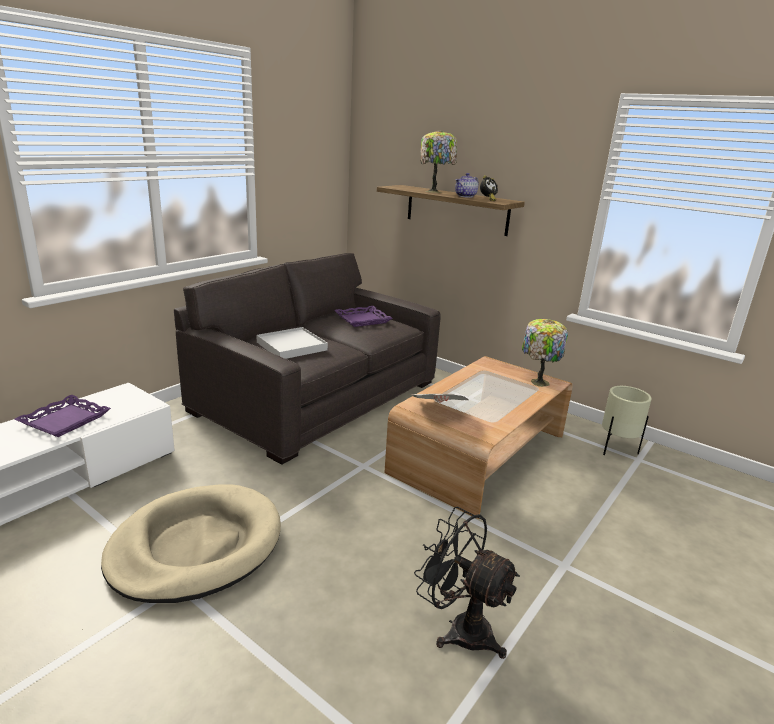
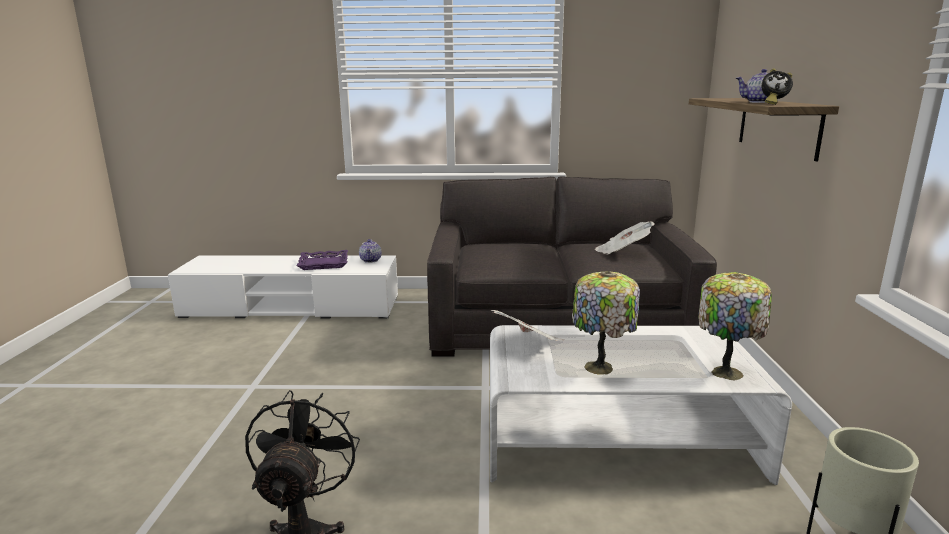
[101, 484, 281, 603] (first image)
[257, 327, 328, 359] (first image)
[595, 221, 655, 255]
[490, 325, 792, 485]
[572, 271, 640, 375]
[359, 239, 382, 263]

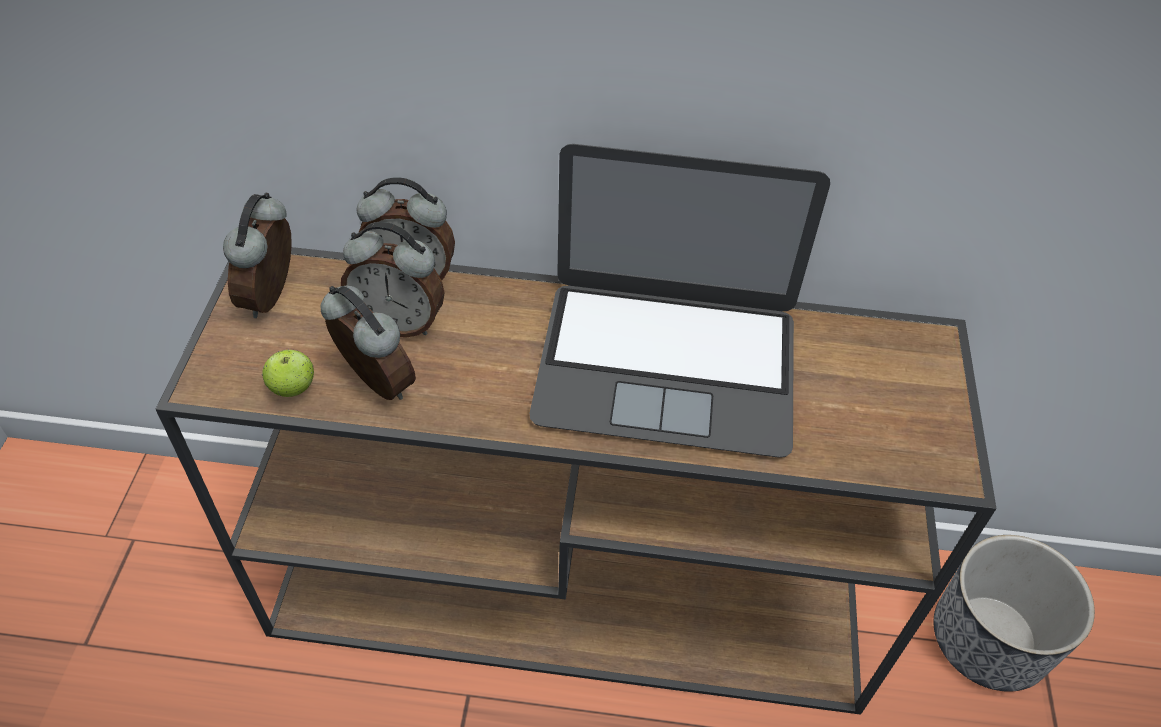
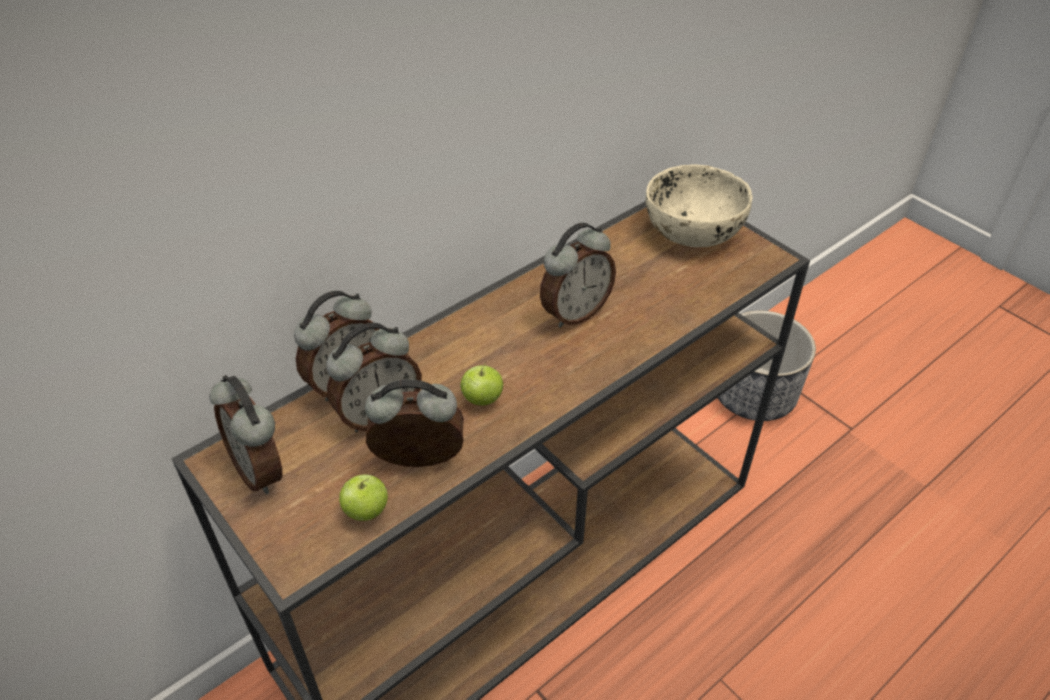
[540, 223, 616, 328]
[460, 364, 503, 406]
[646, 165, 752, 247]

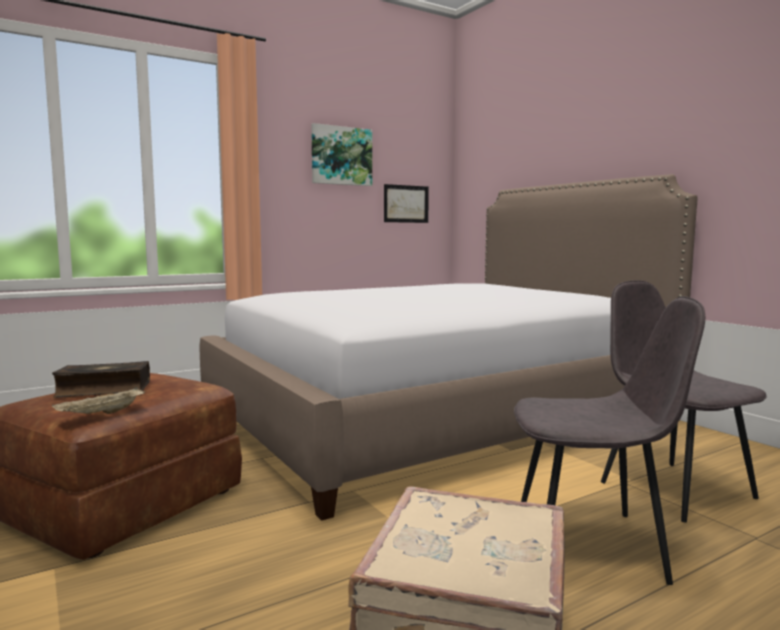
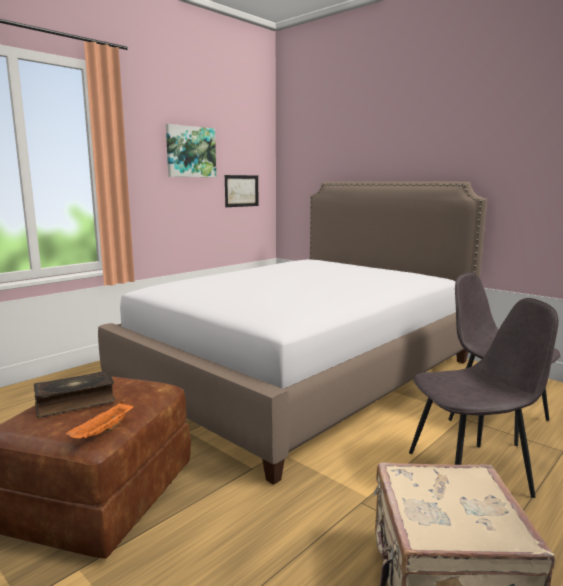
[66, 401, 134, 439]

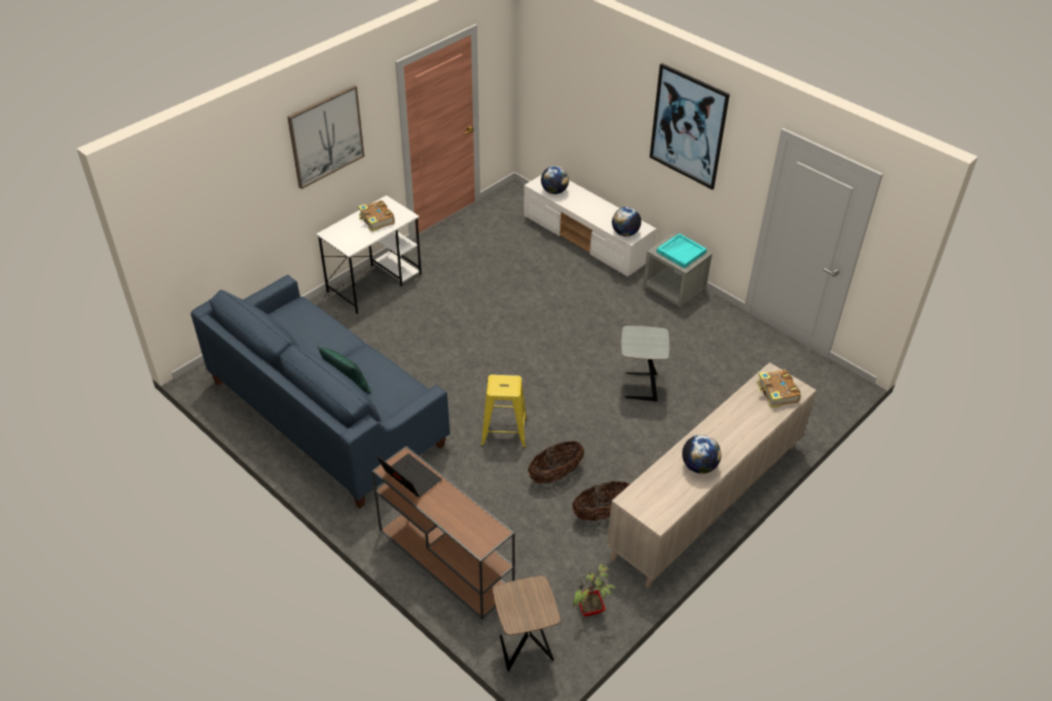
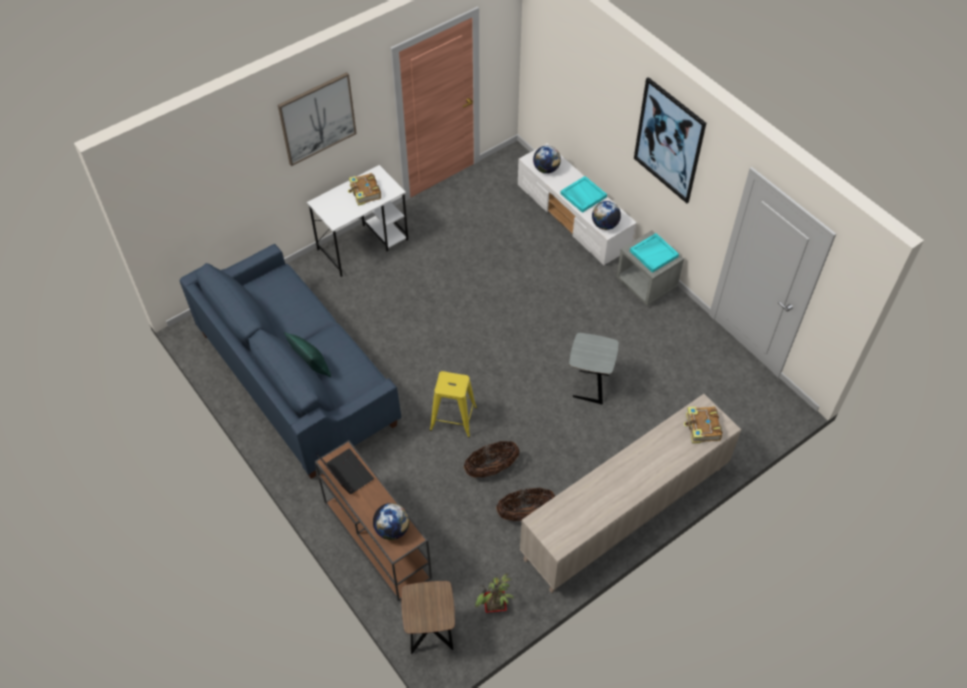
[373, 503, 410, 540]
[560, 176, 607, 213]

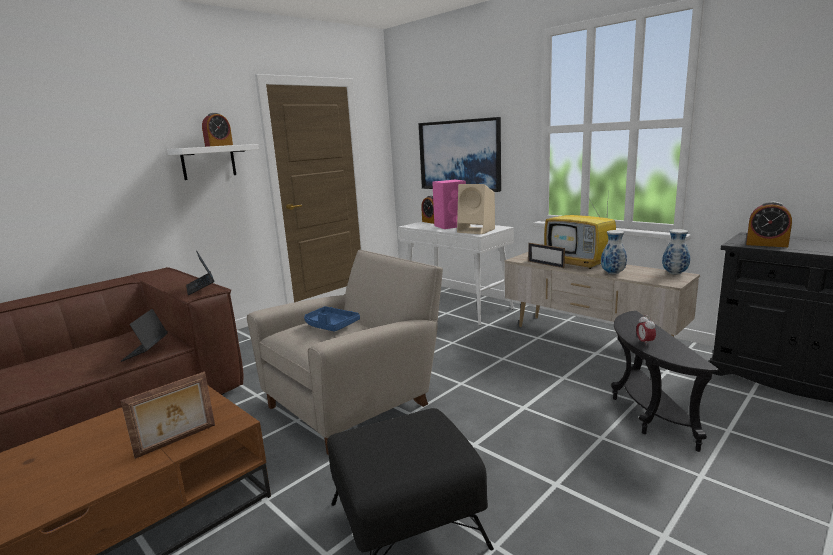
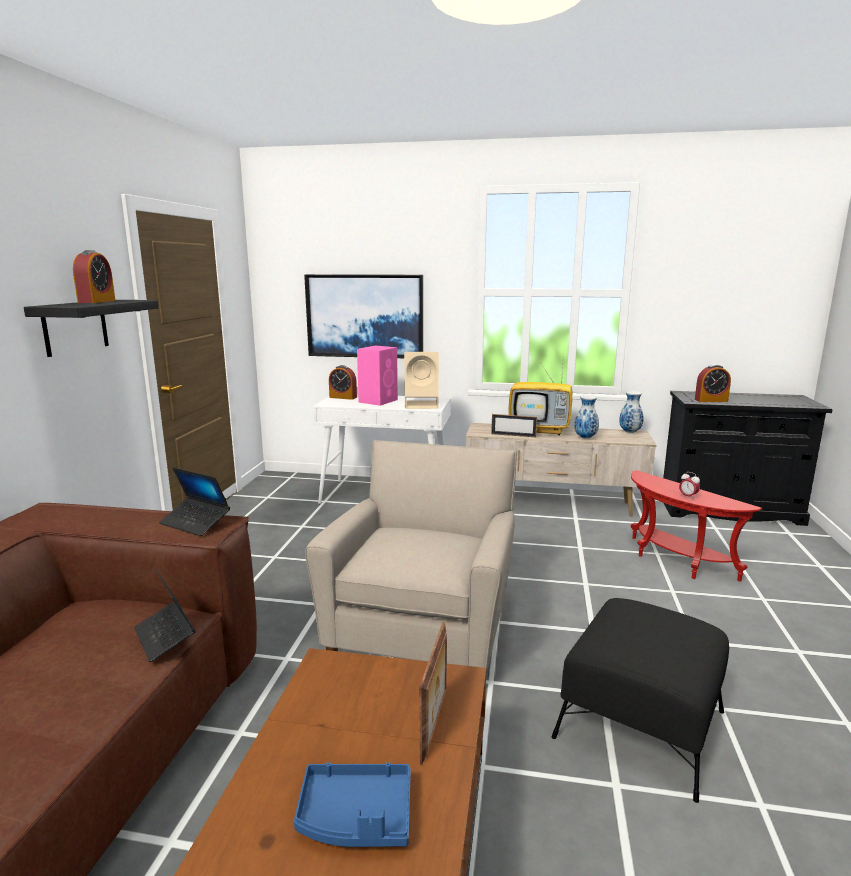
[24, 300, 159, 357]
[294, 763, 411, 847]
[630, 470, 762, 582]

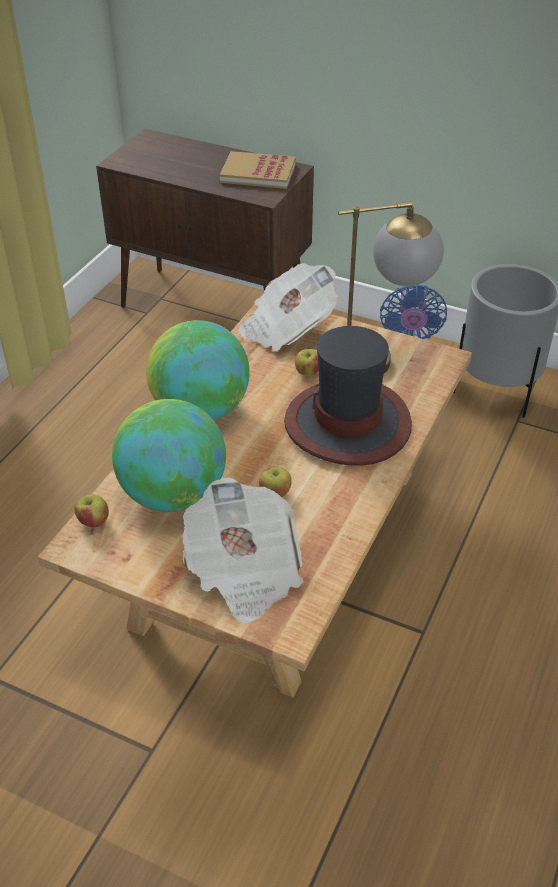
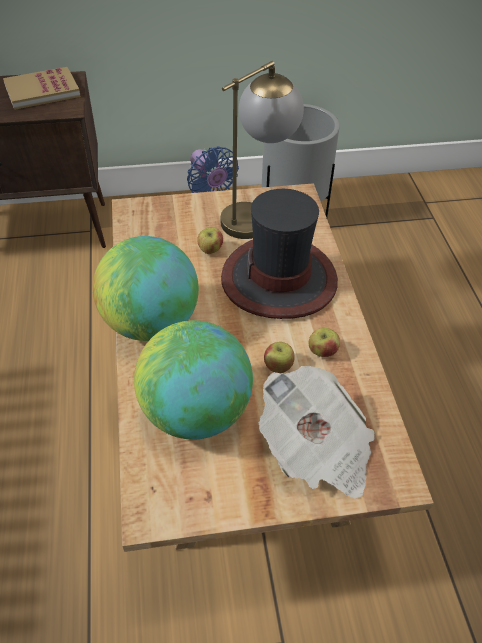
[308, 328, 340, 357]
[238, 263, 338, 351] (first image)

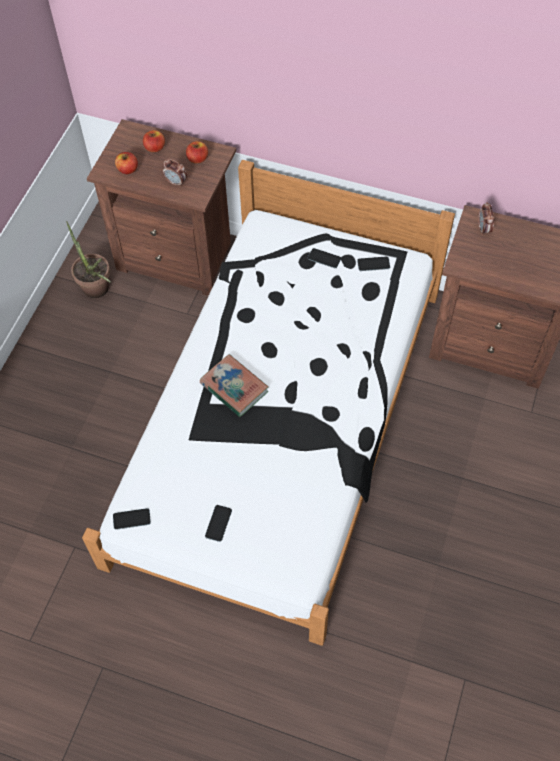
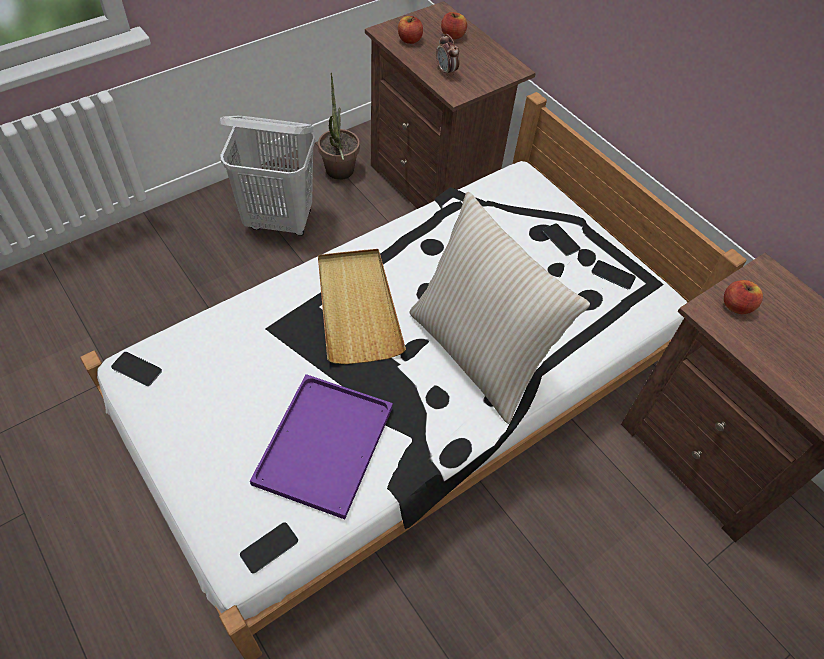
[724, 280, 763, 314]
[318, 249, 406, 364]
[240, 522, 298, 573]
[478, 202, 495, 235] (first image)
[219, 116, 315, 236]
[250, 374, 393, 519]
[410, 192, 590, 424]

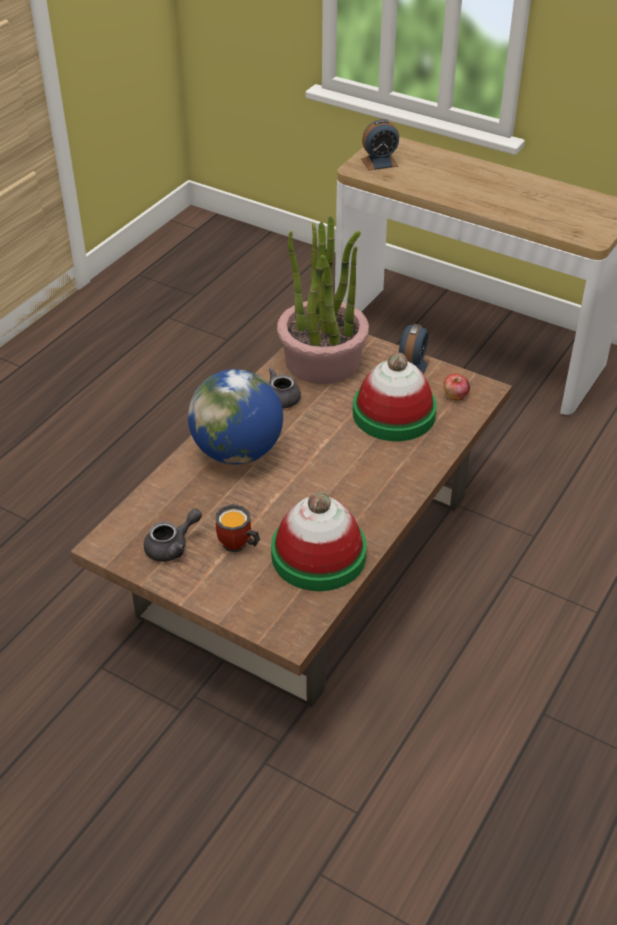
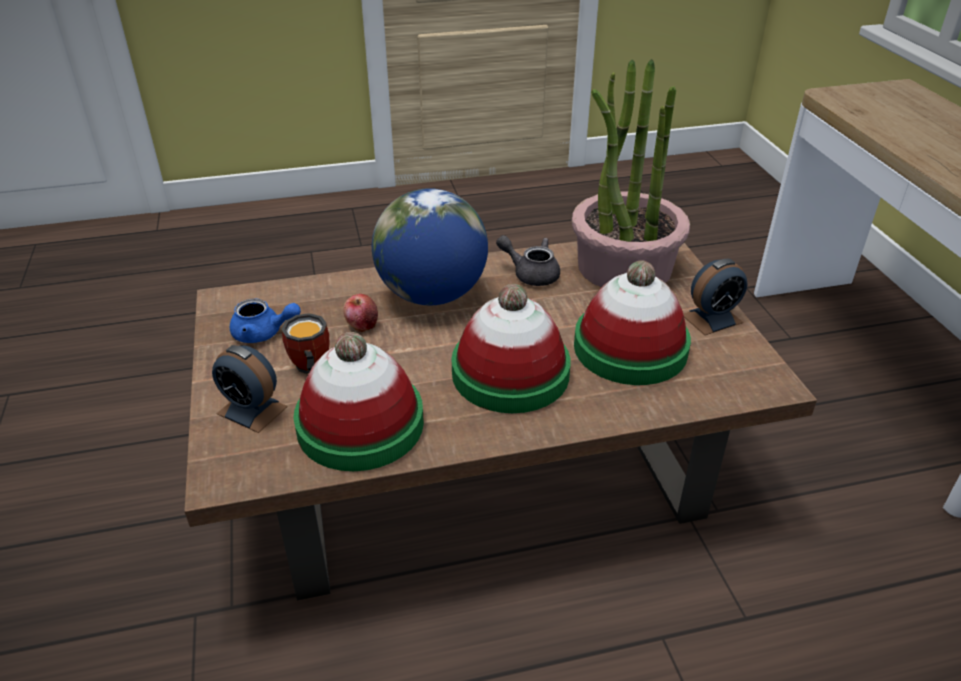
[230, 299, 301, 343]
[212, 345, 288, 433]
[343, 294, 378, 332]
[452, 284, 571, 413]

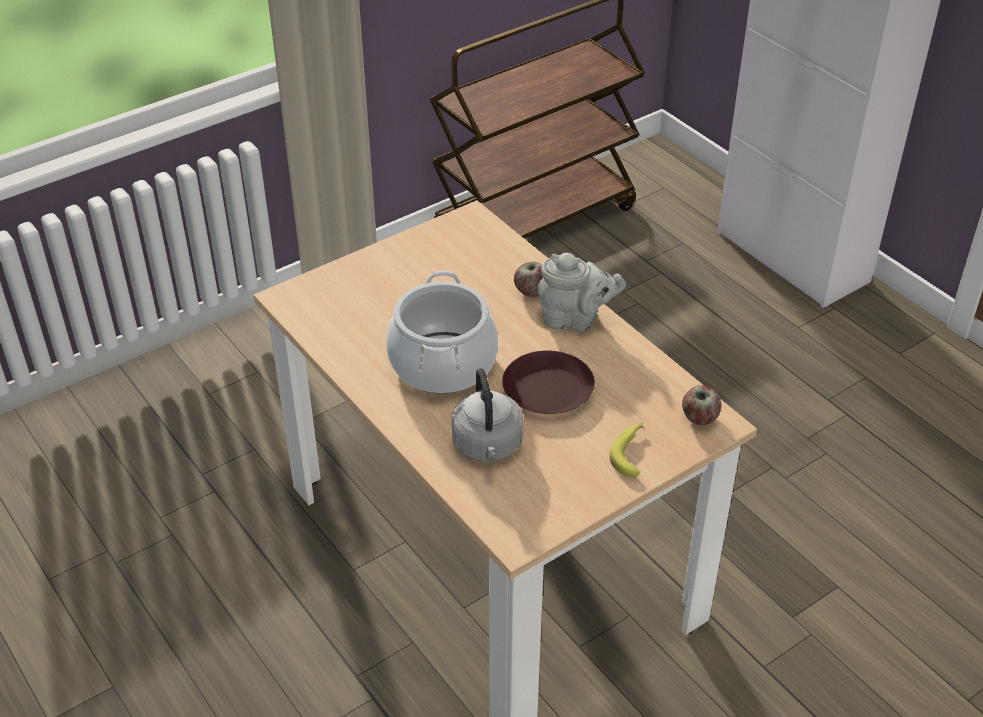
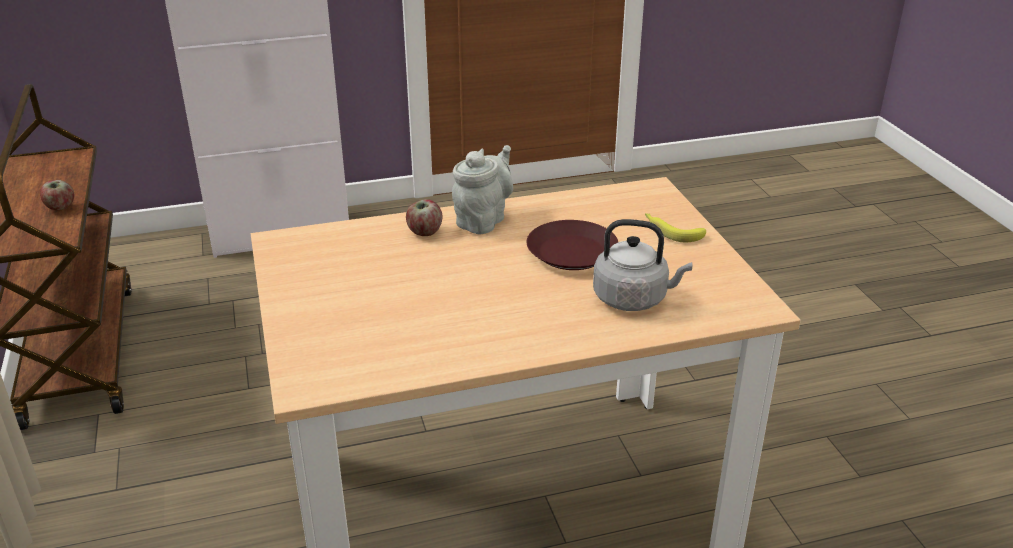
[386, 271, 498, 394] (first image)
[40, 180, 74, 210]

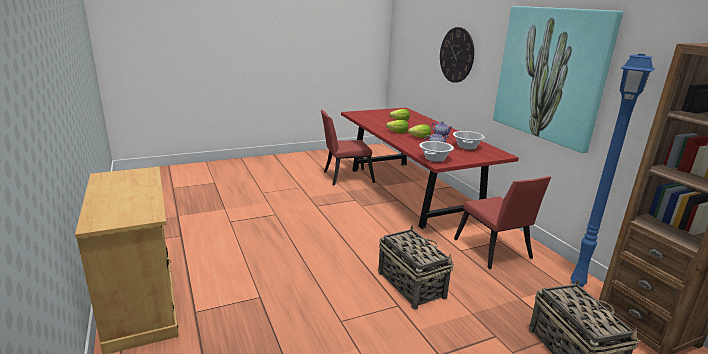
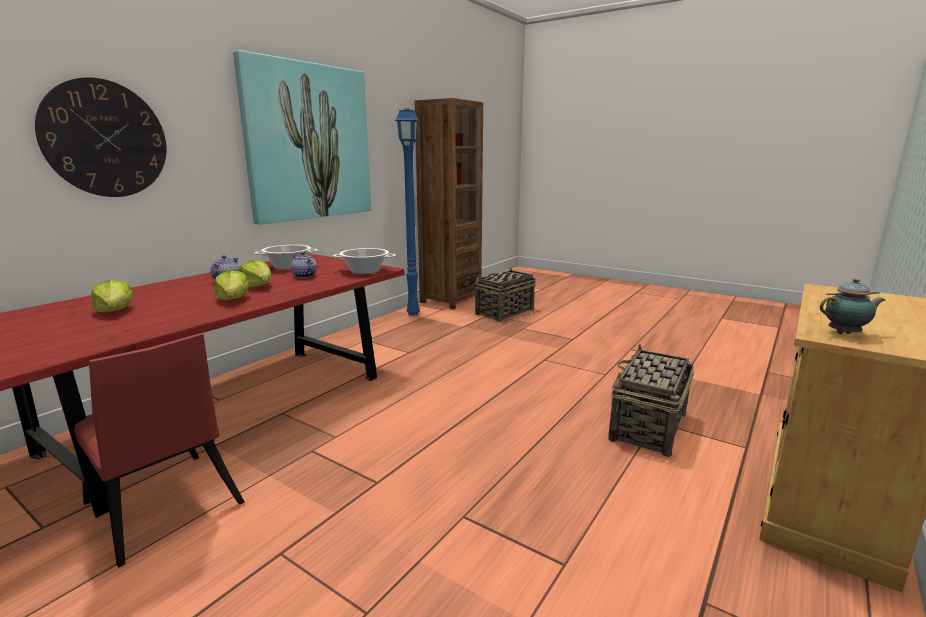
[608, 344, 694, 457]
[454, 176, 551, 269] (first image)
[820, 278, 885, 334]

